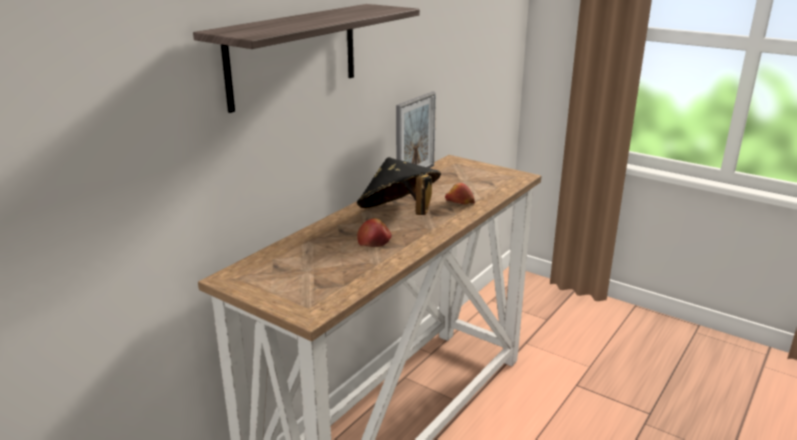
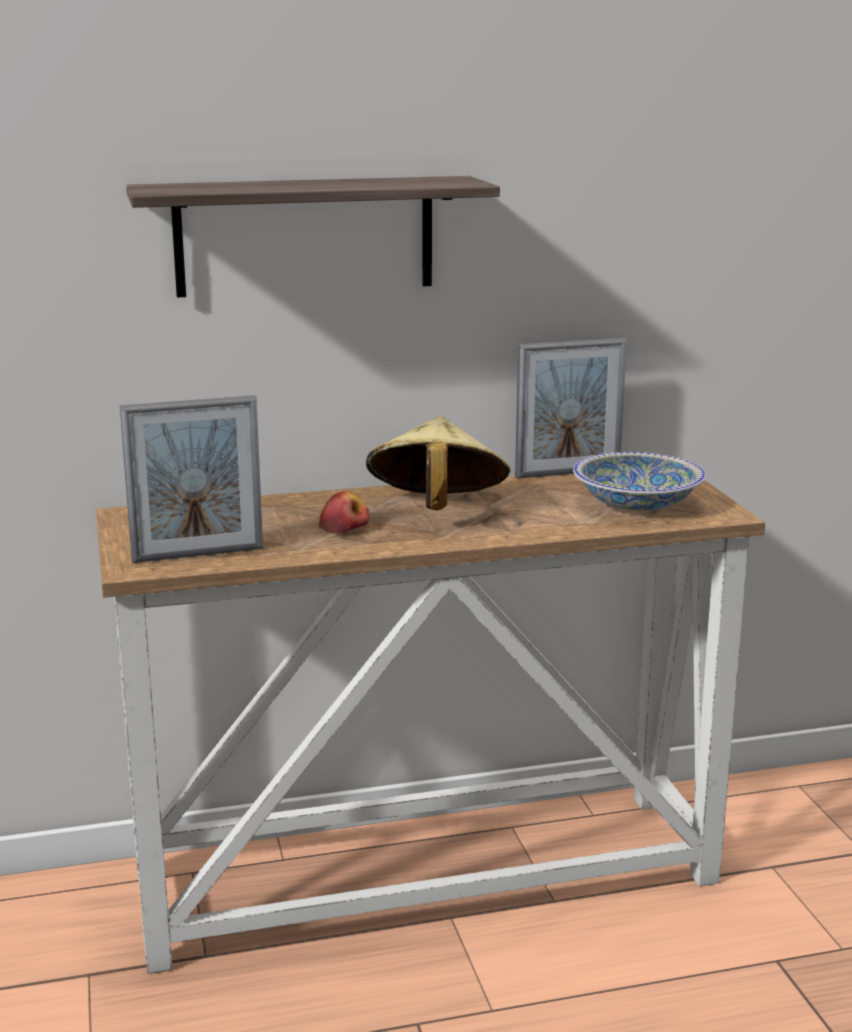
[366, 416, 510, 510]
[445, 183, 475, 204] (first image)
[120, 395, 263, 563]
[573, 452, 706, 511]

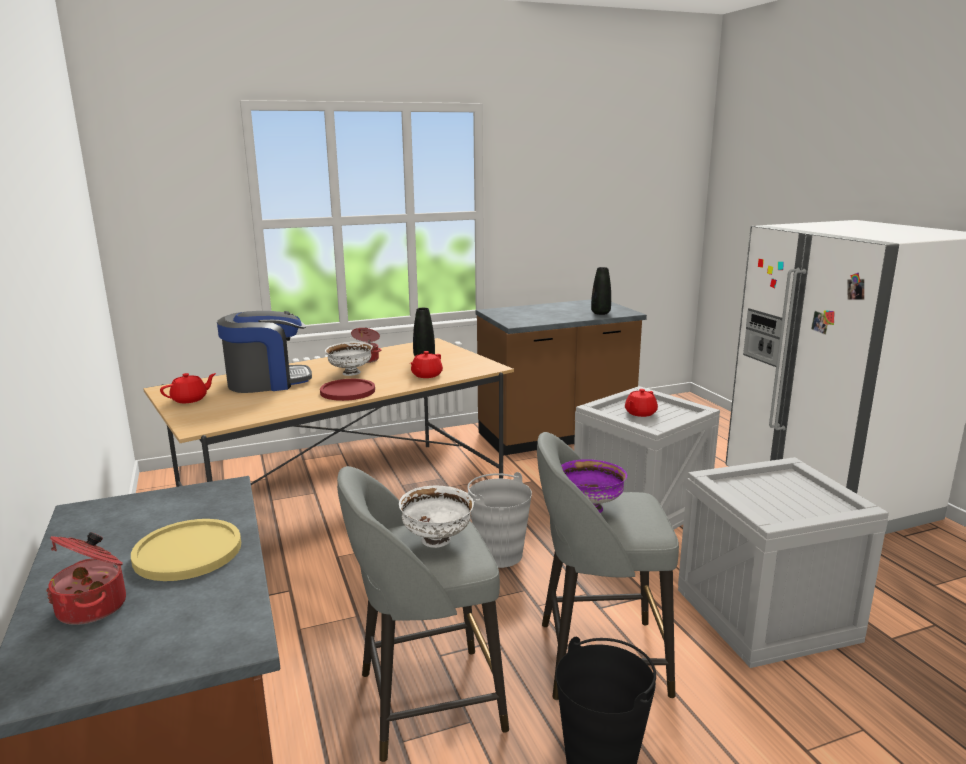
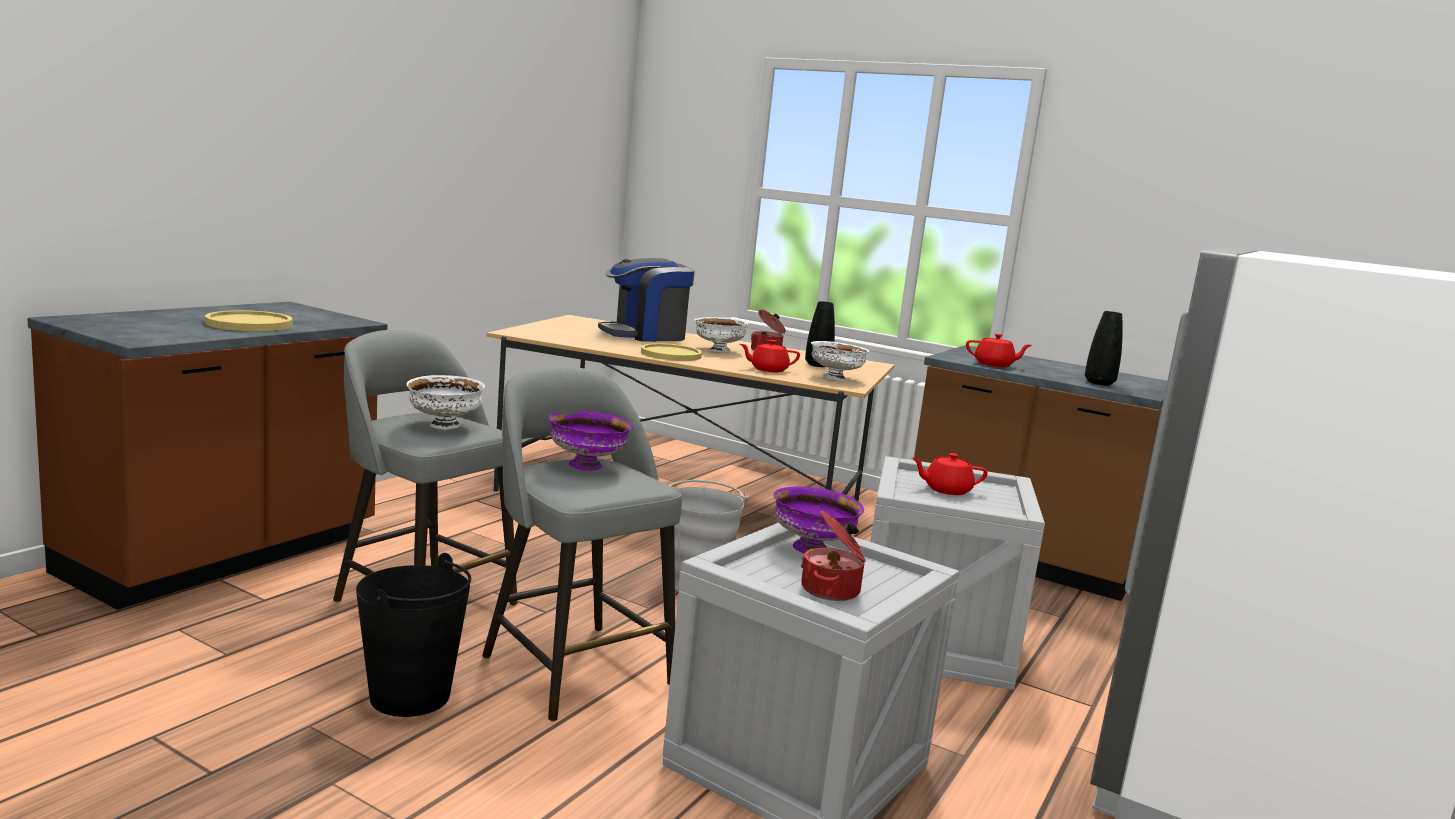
[801, 511, 866, 601]
[966, 334, 1032, 367]
[598, 258, 695, 342]
[641, 343, 702, 361]
[773, 487, 864, 554]
[811, 341, 869, 381]

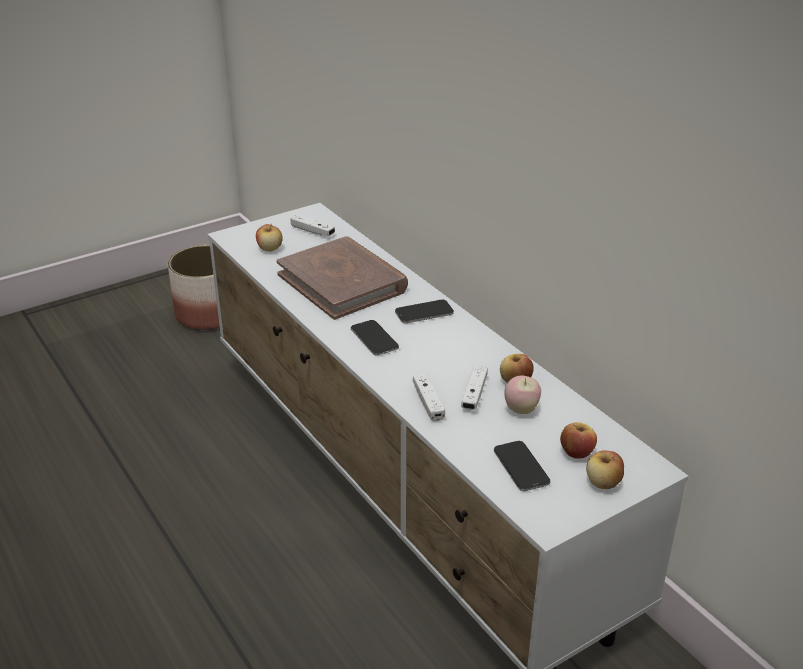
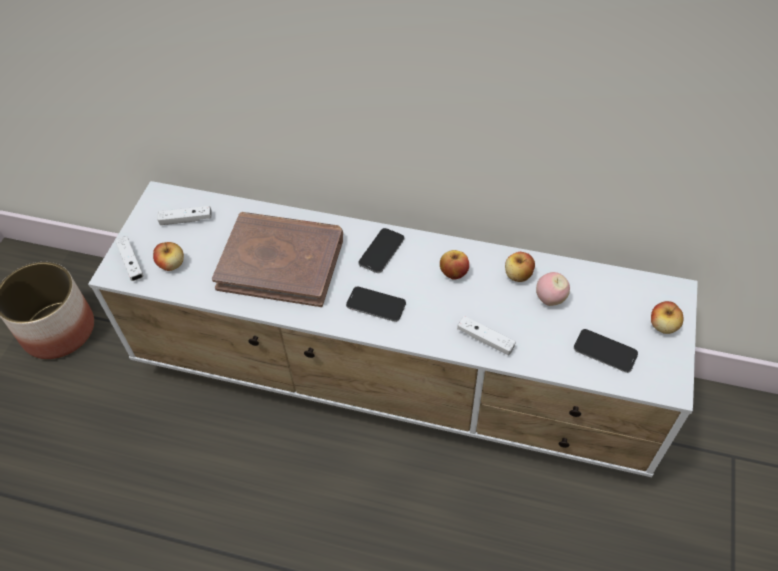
[115, 236, 144, 281]
[440, 250, 469, 279]

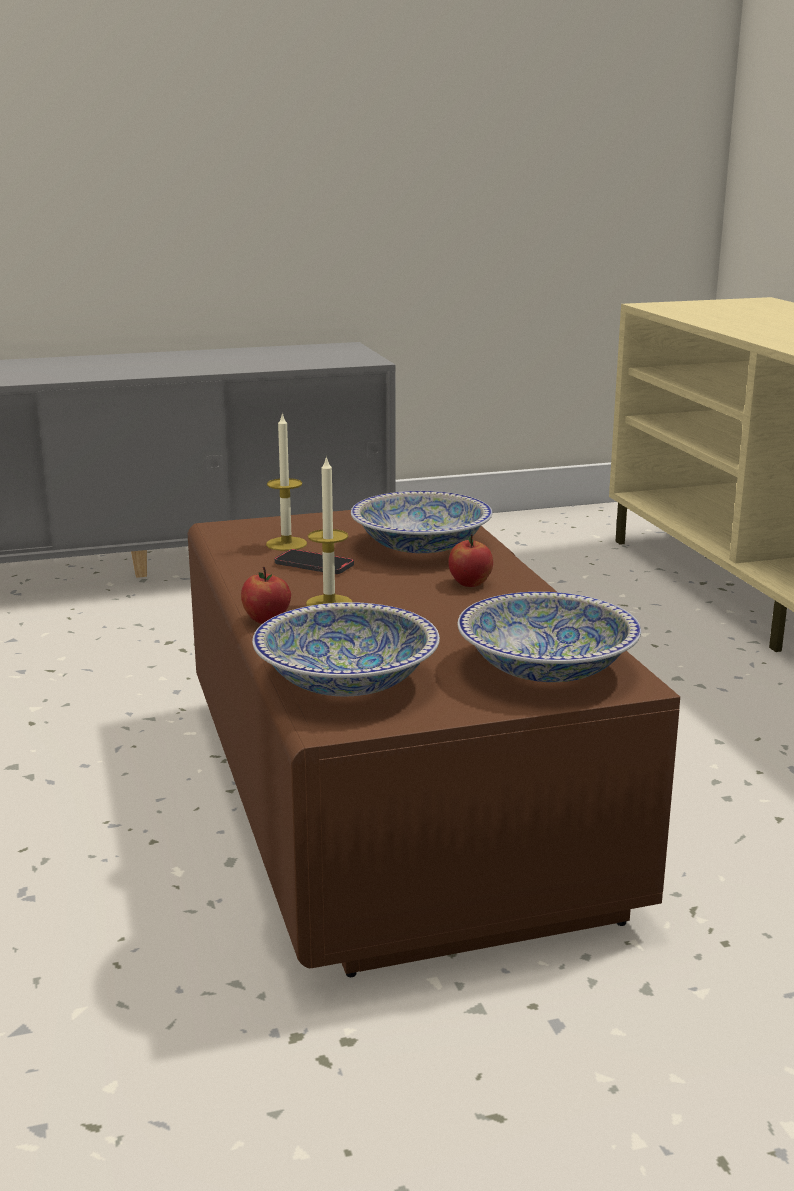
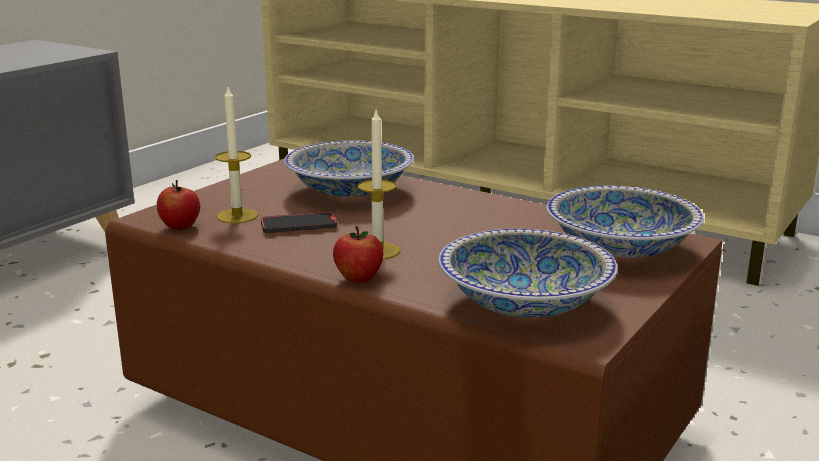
[157, 180, 200, 230]

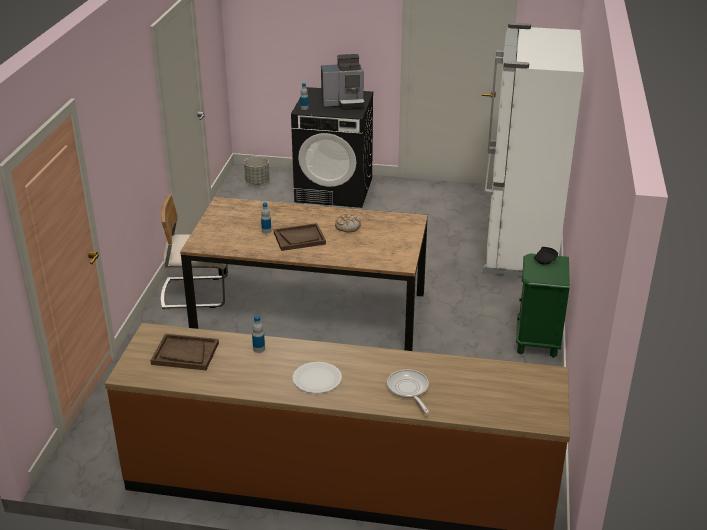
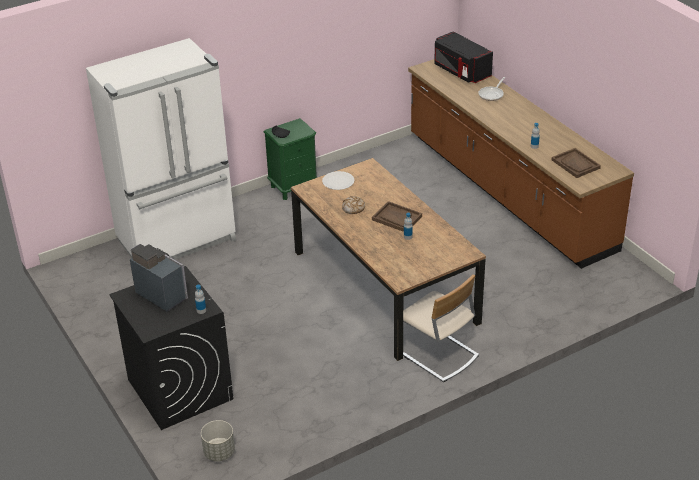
[322, 171, 355, 190]
[434, 31, 493, 83]

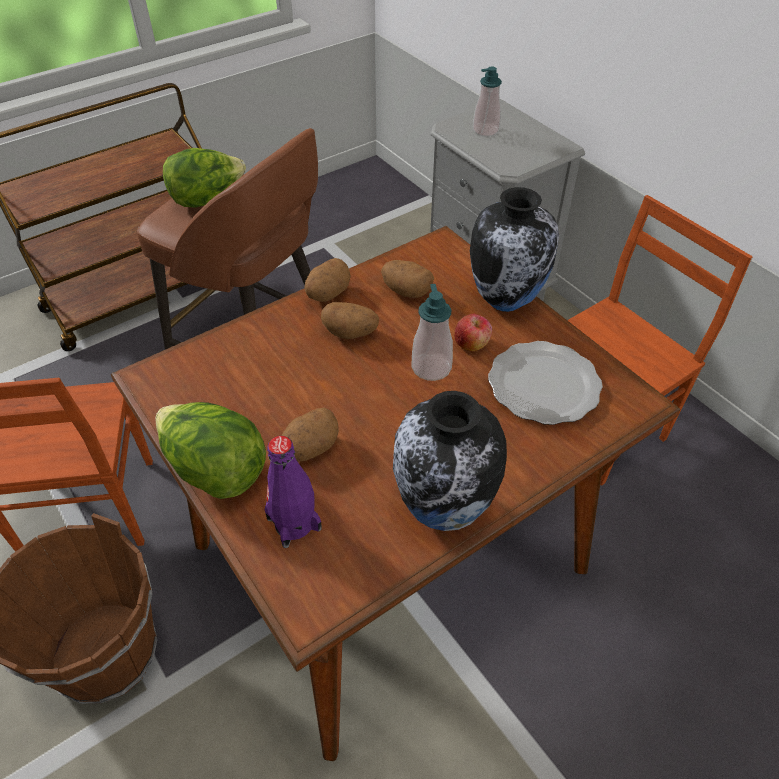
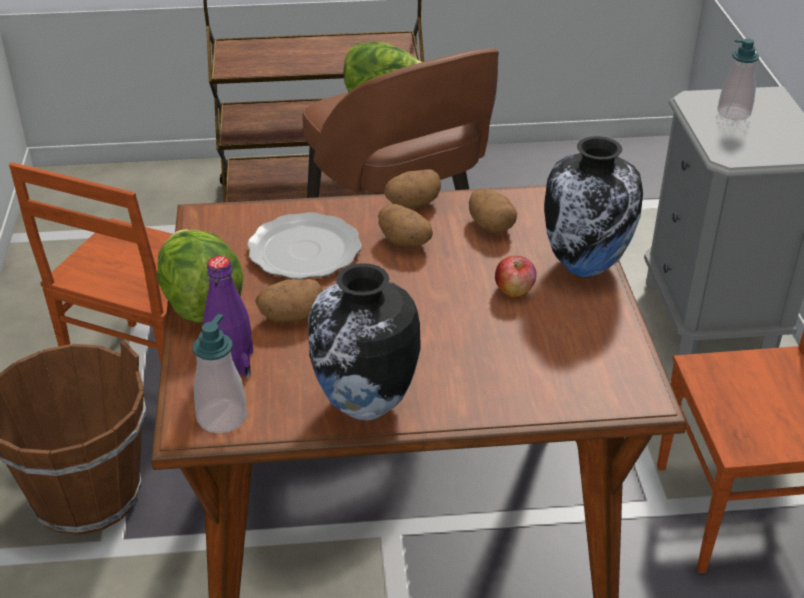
[193, 314, 247, 433]
[247, 212, 362, 279]

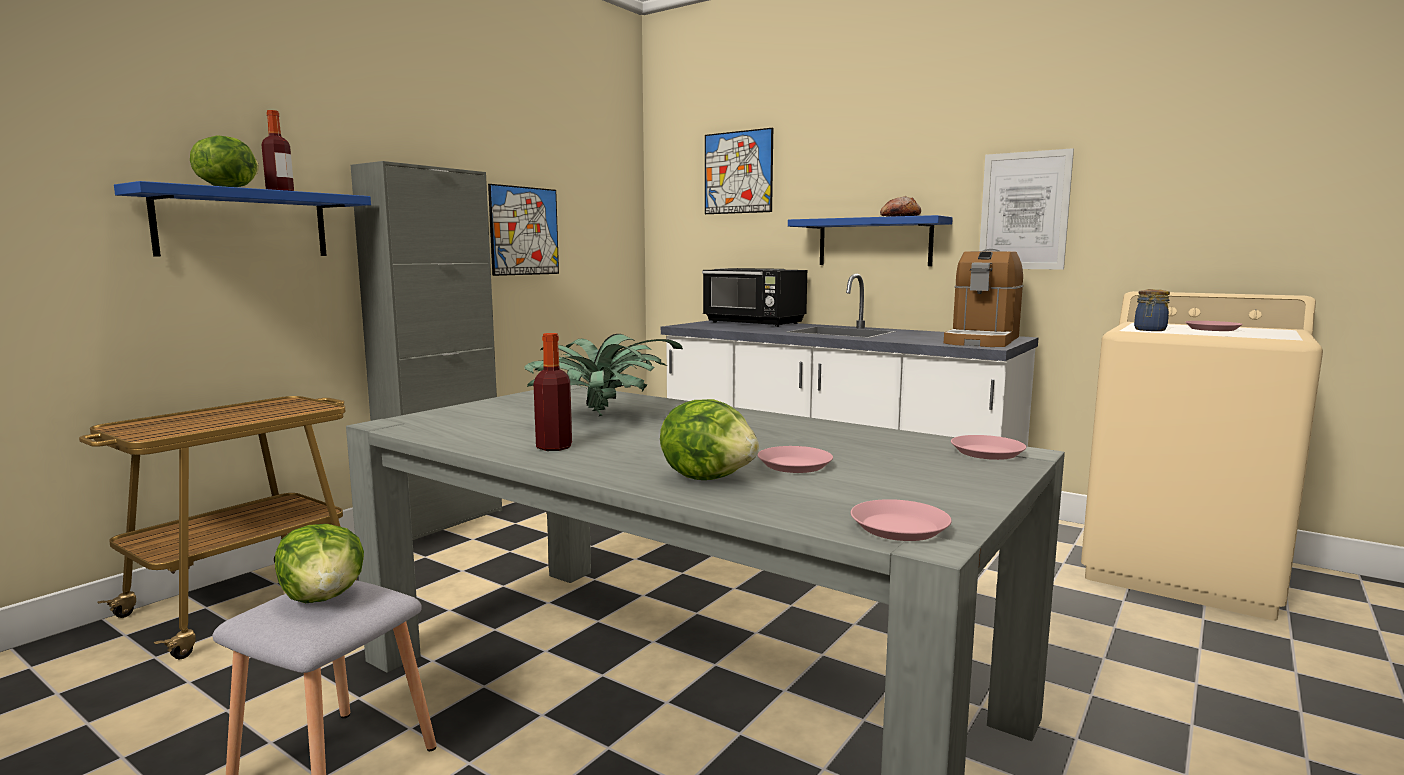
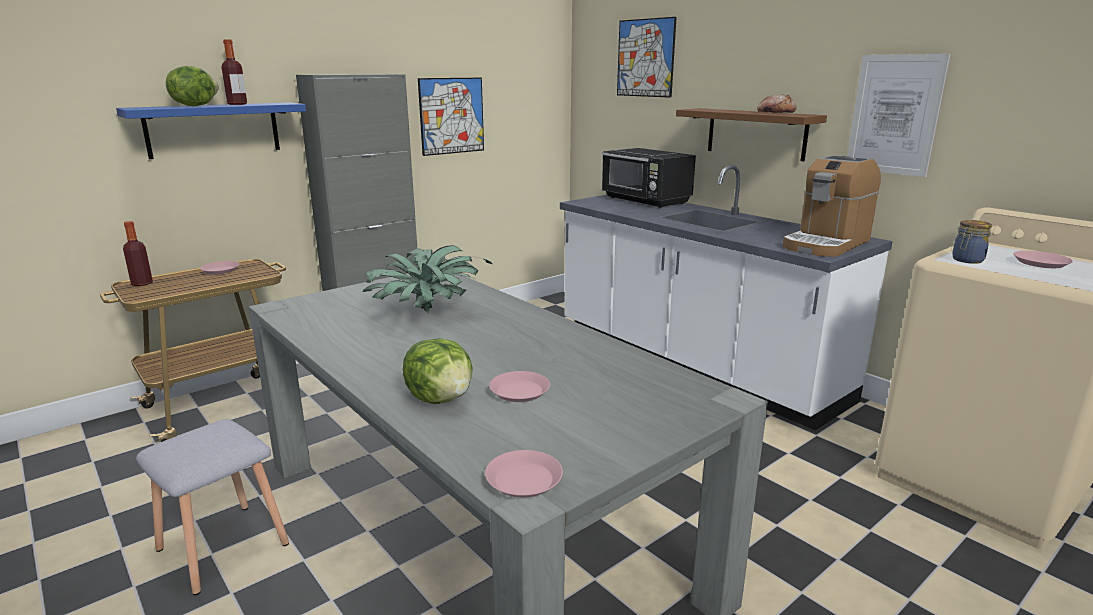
[275, 524, 364, 603] (first image)
[123, 221, 153, 286]
[676, 108, 827, 162]
[200, 261, 239, 274]

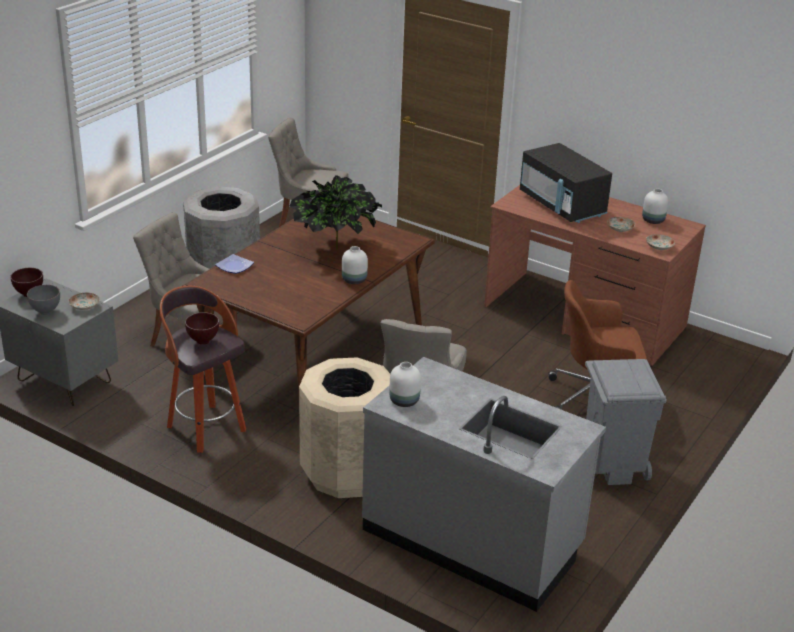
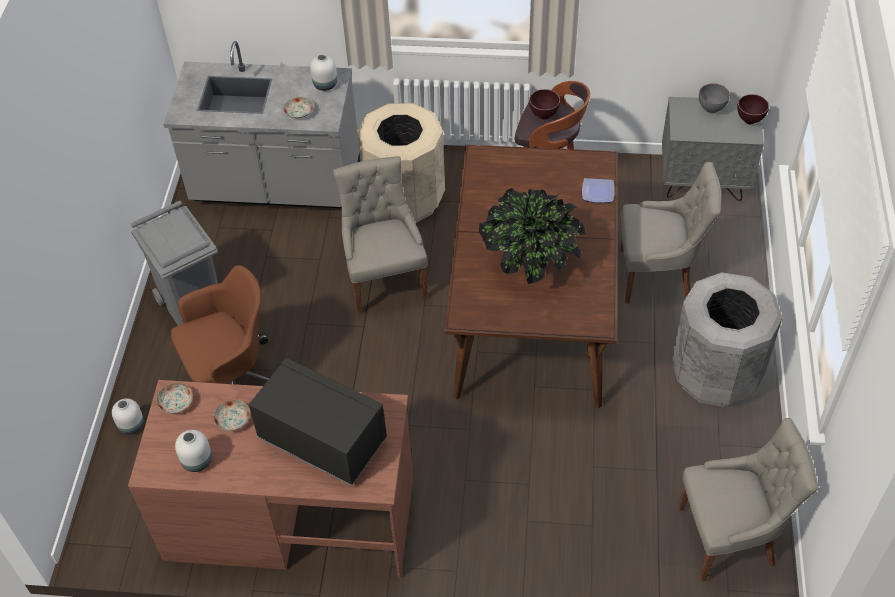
[283, 97, 313, 118]
[112, 398, 144, 434]

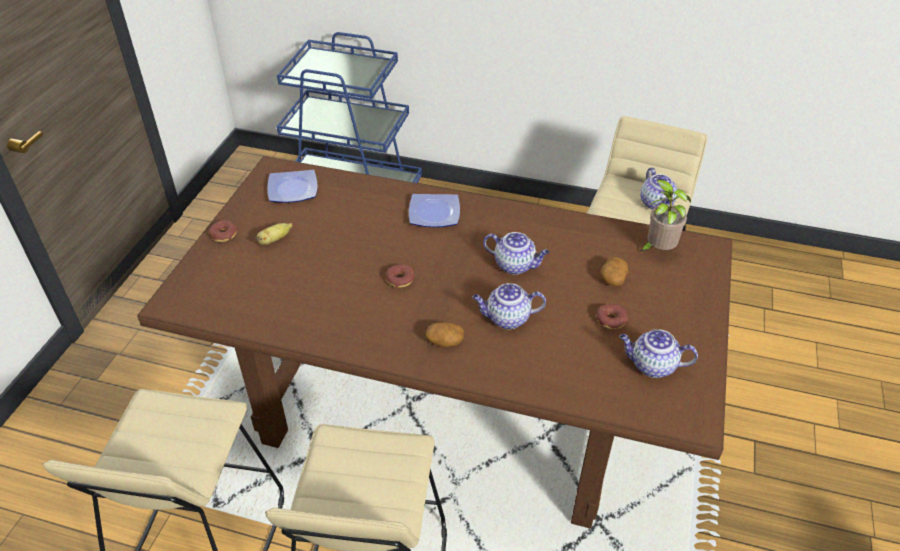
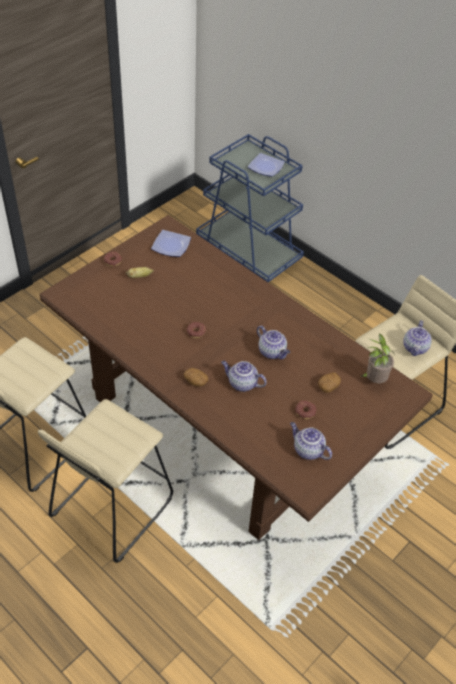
[248, 153, 285, 177]

